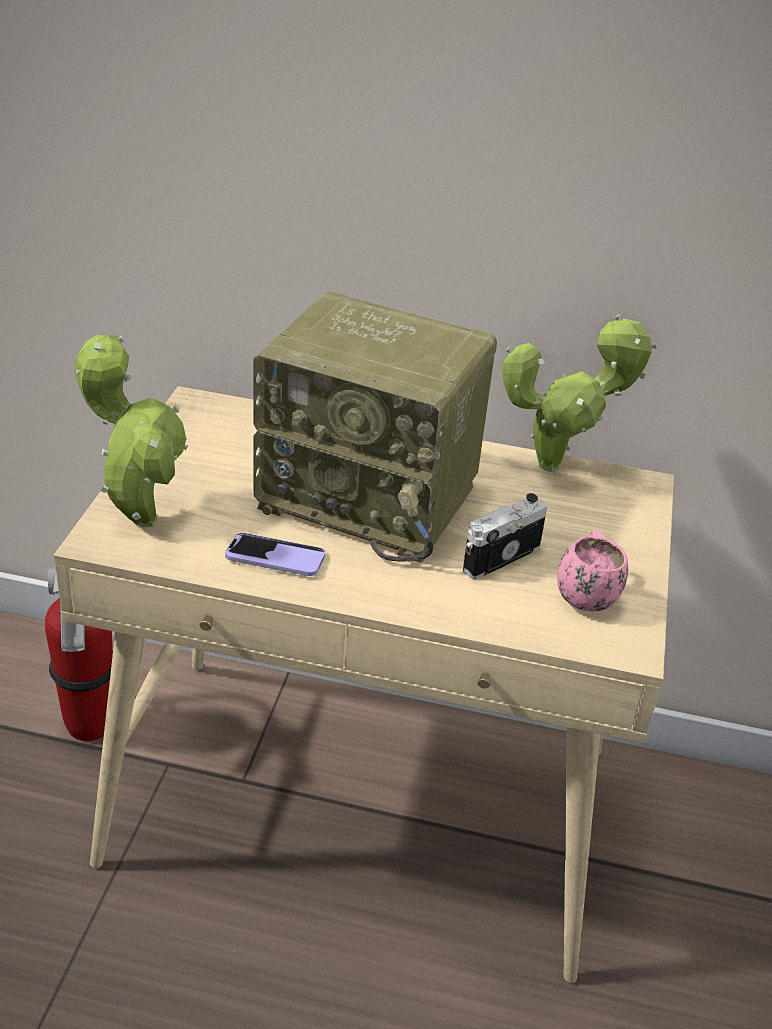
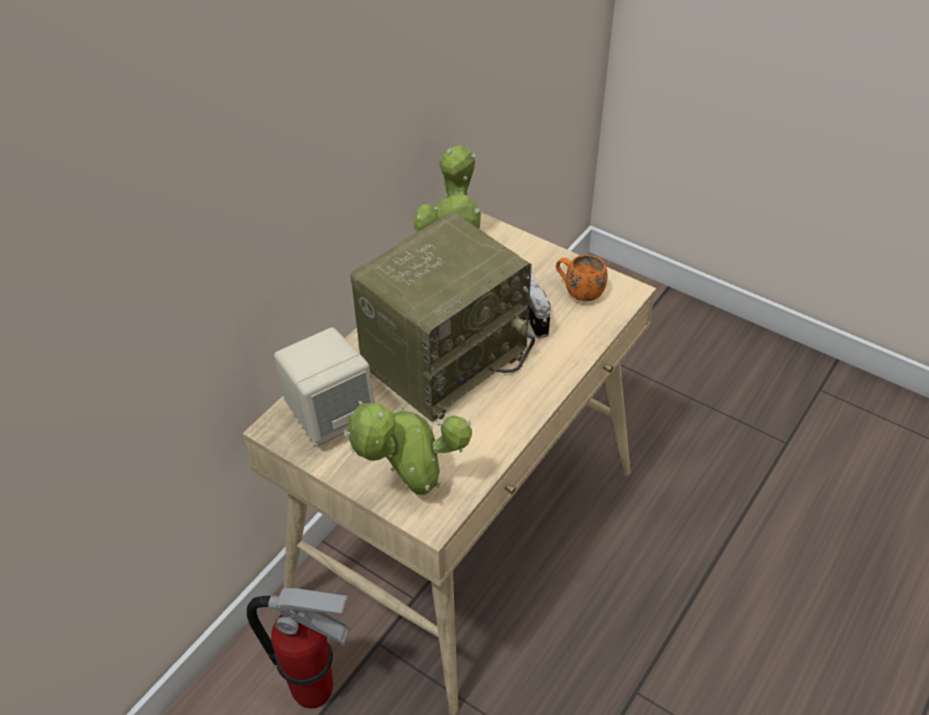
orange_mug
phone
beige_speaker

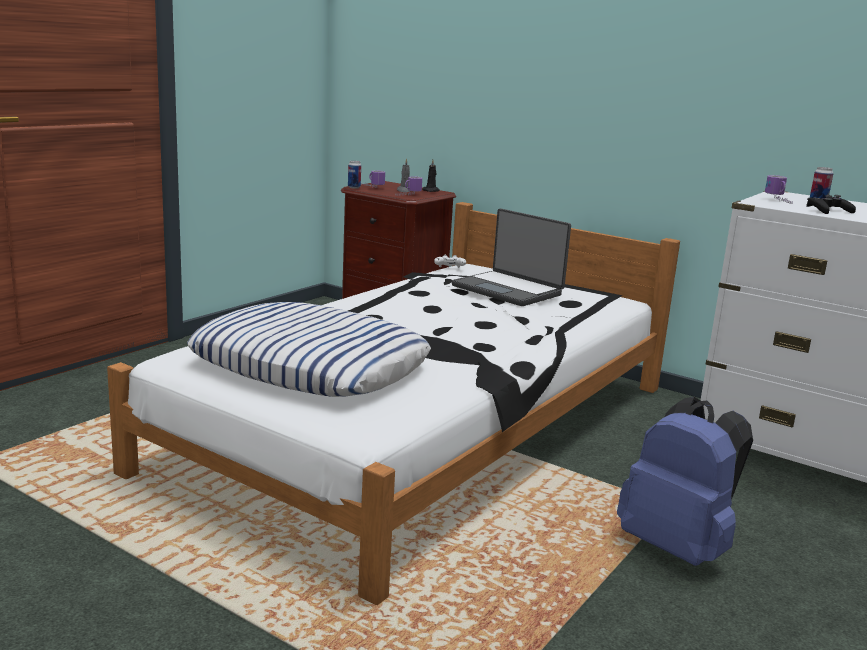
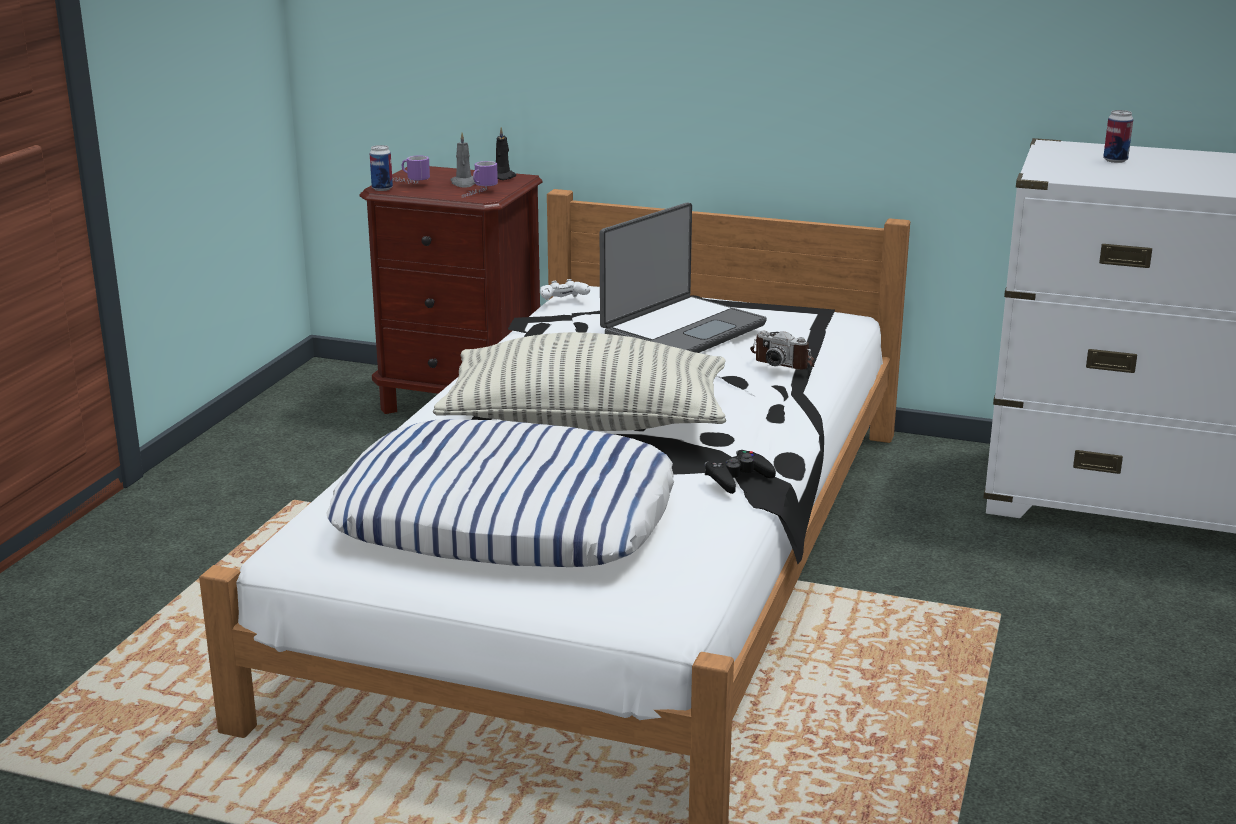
mug (no. 3 from left in the first image)
black_game_controller
laptop
blue_backpack
photo_camera
pillow (no. 2 from left)

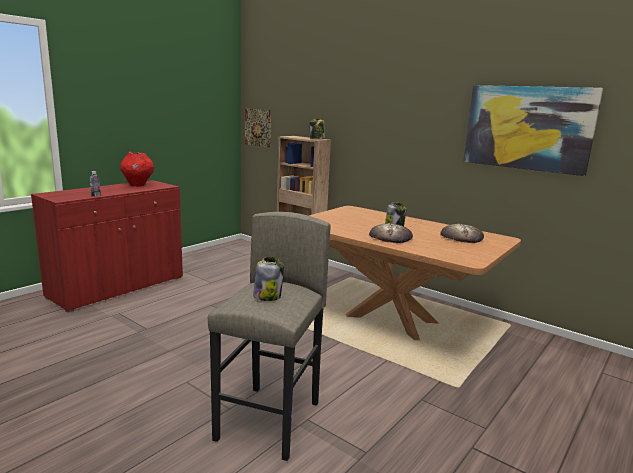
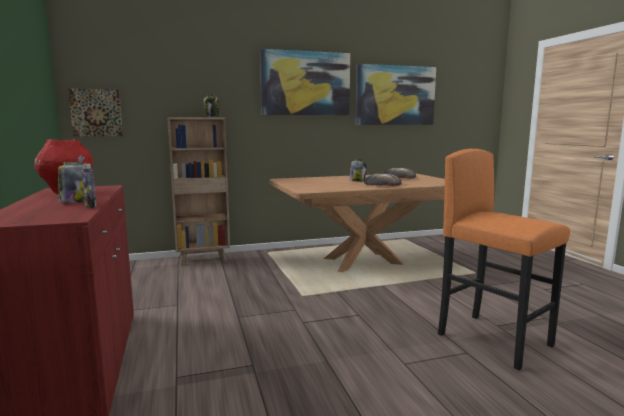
orange_stool
jar (no. 1 from left)
picture (no. 2 from left)

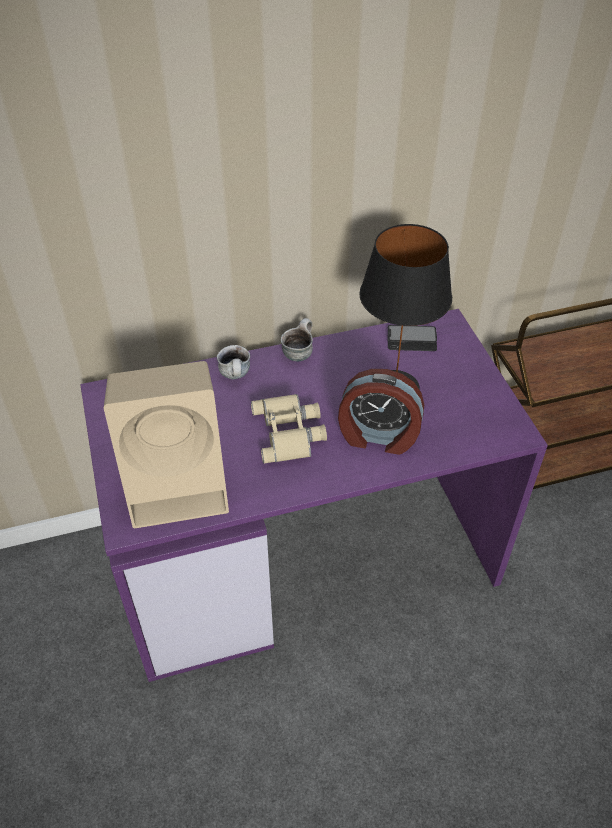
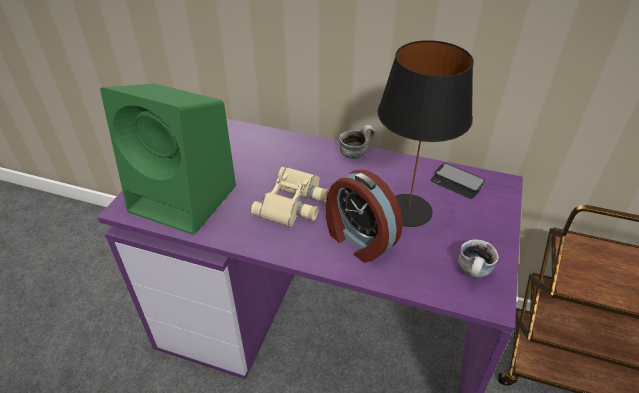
mug (no. 2 from left)
green_speaker

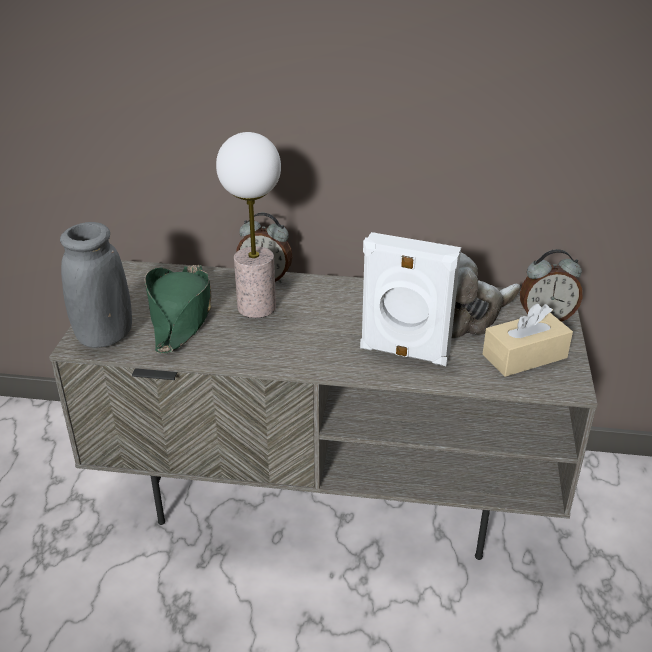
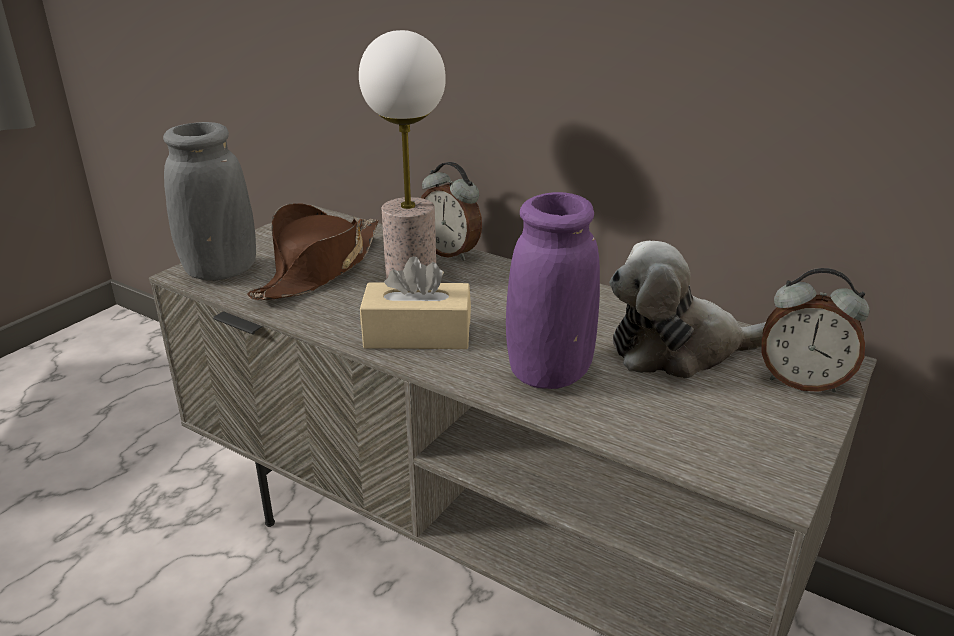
purple_vase
brown_hat
beige_tissue_box

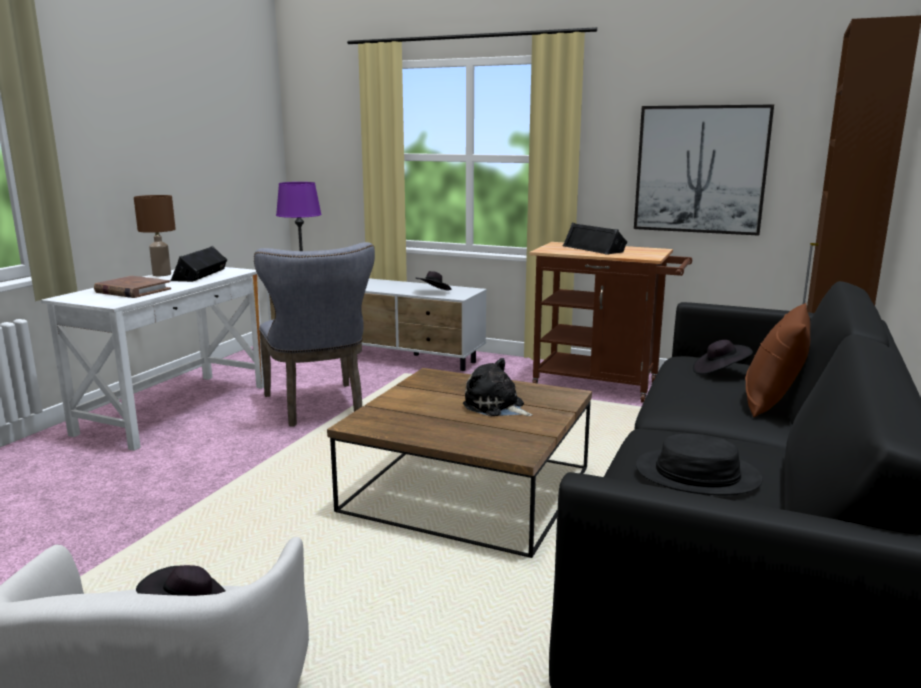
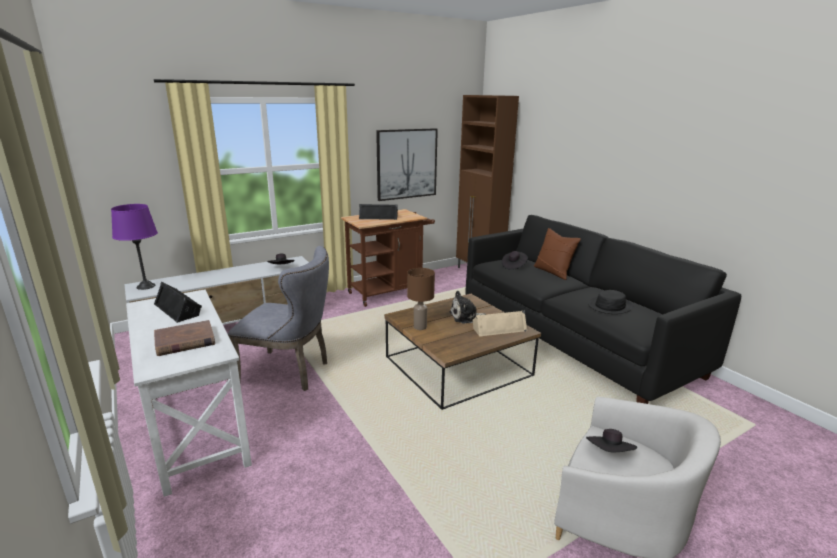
brown_table_lamp
beige_speaker

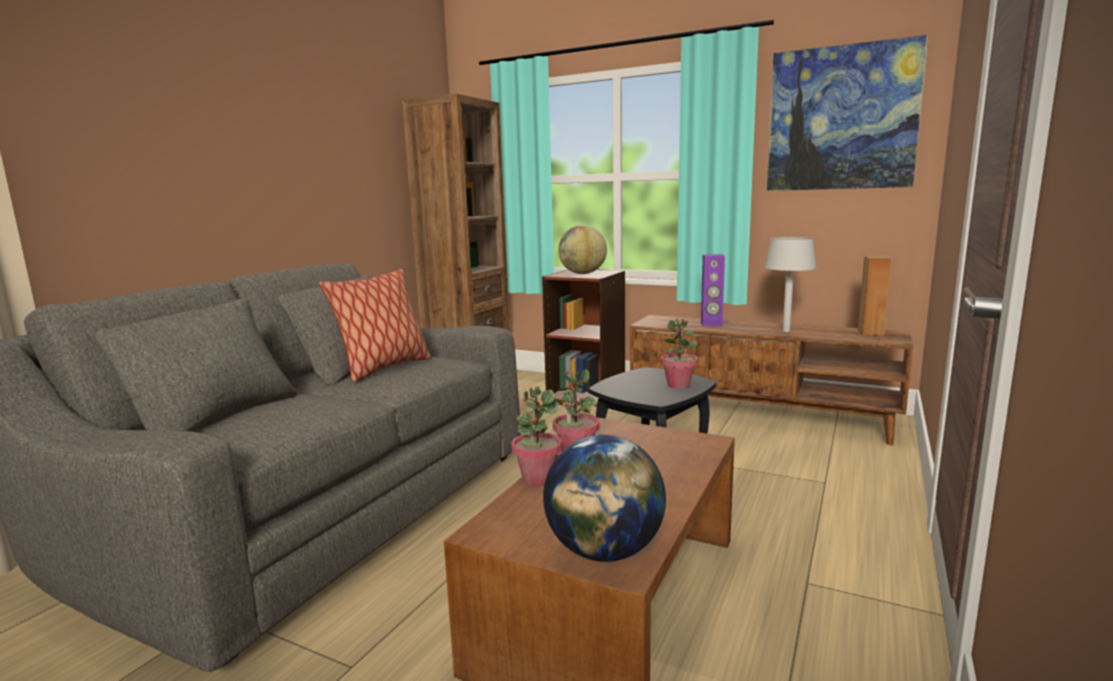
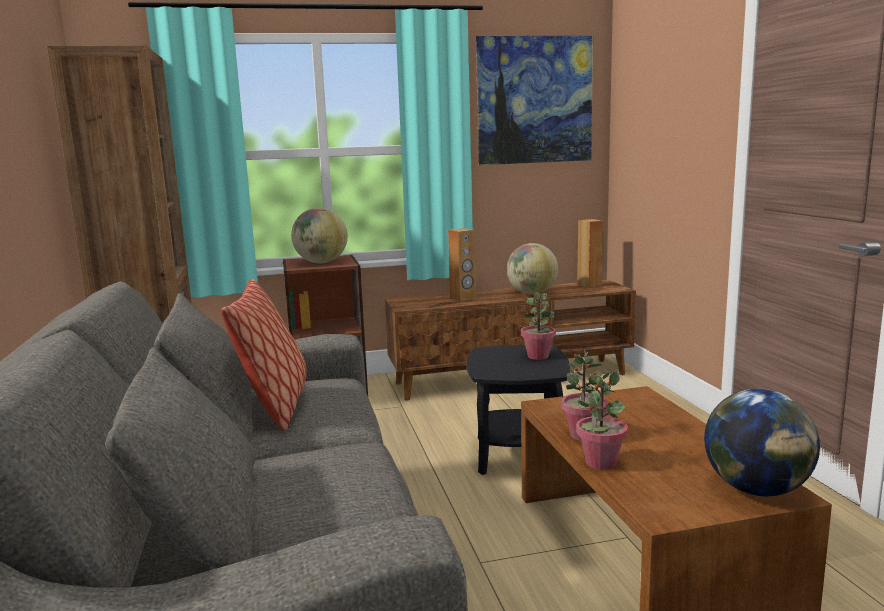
globe (no. 2 from left)
brown_speaker (no. 1 from left)

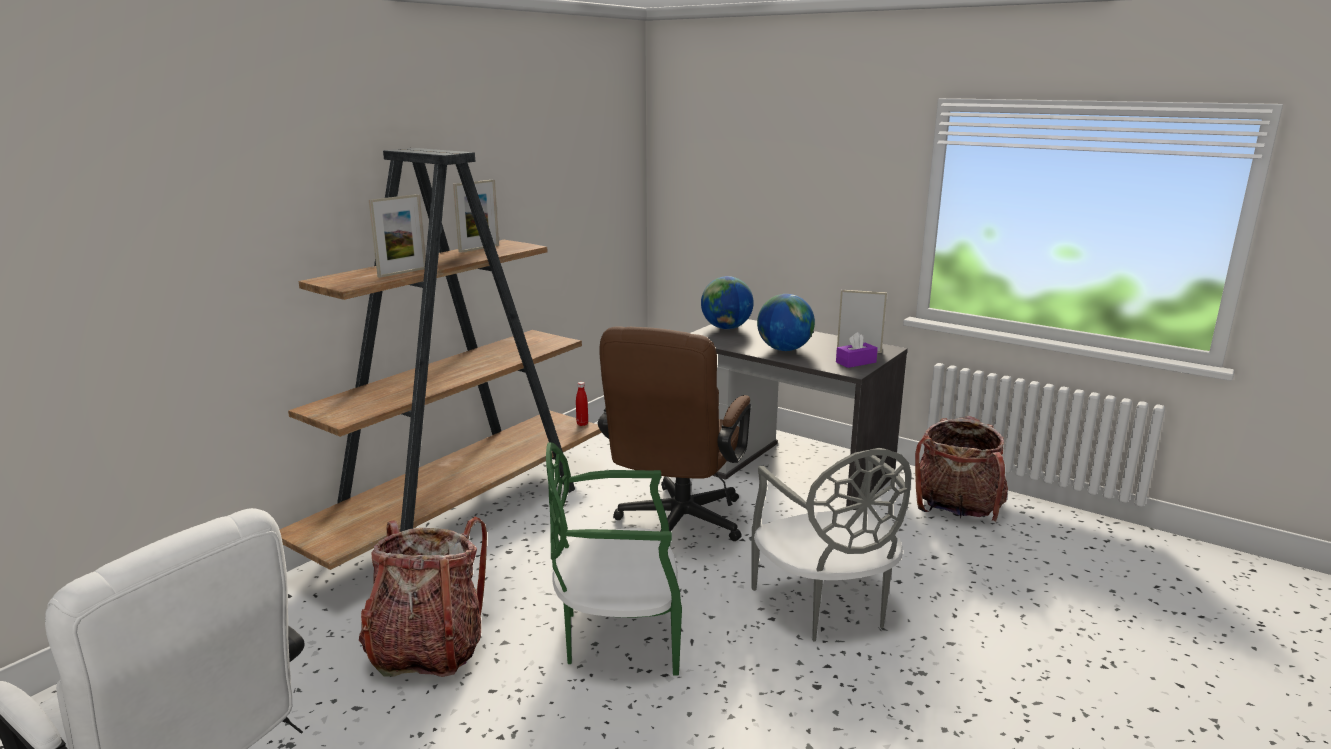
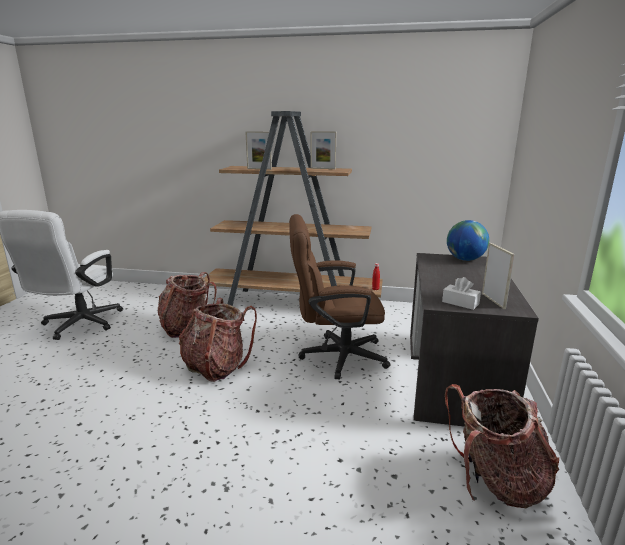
globe (no. 2 from left in the first image)
white_tissue_box
backpack (no. 2 from left)
grey_chair

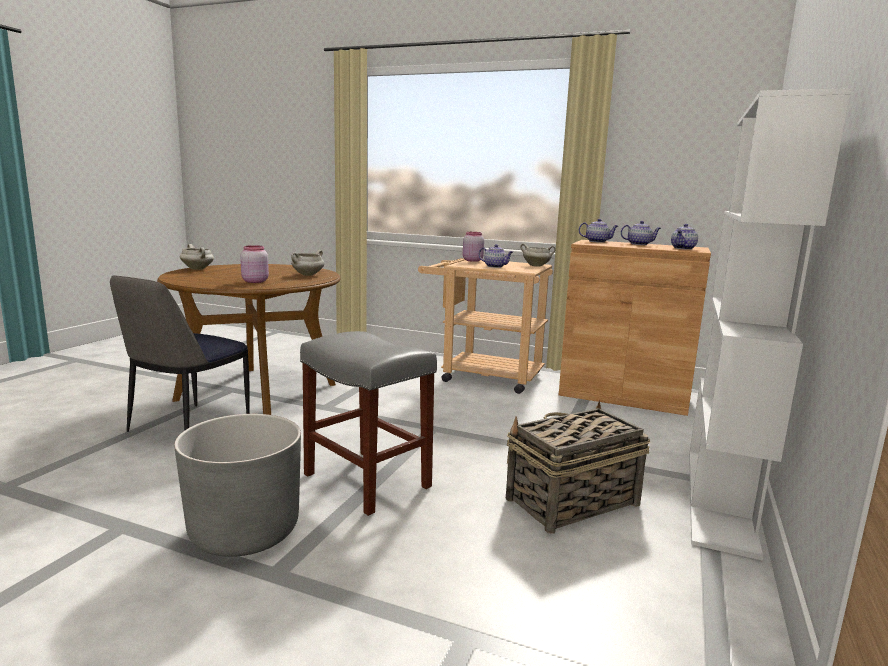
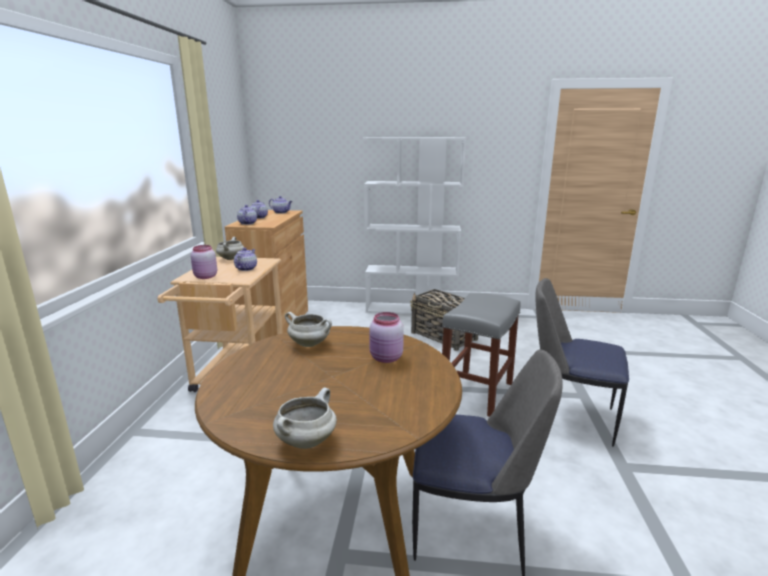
chair (no. 2 from left)

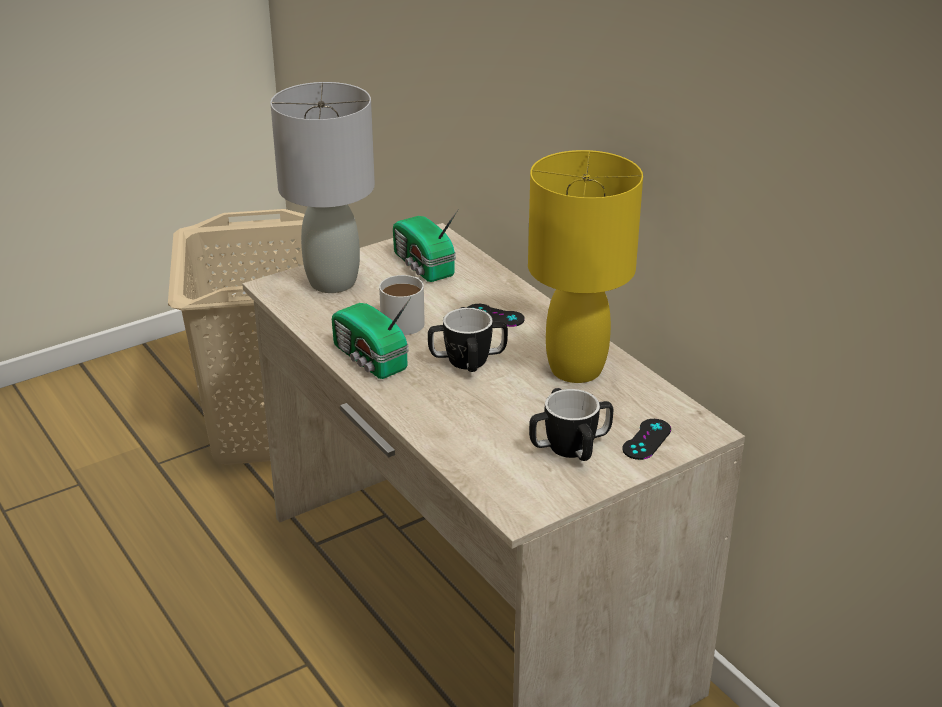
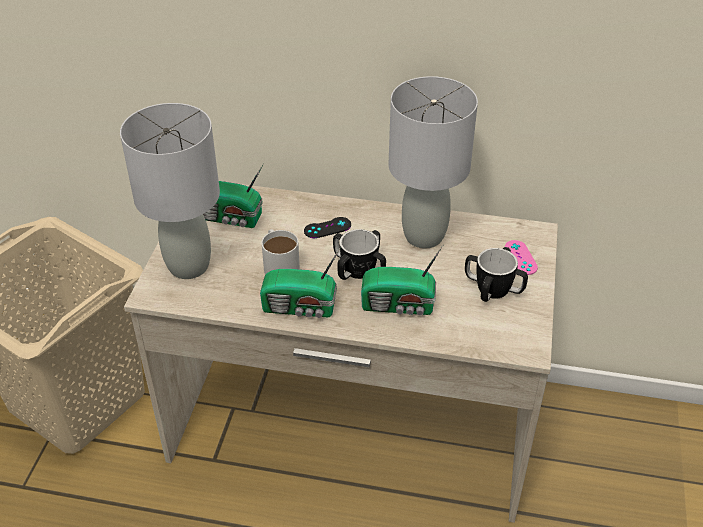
grey_table_lamp (no. 2 from left)
pink_game_controller
radio (no. 3 from left)

